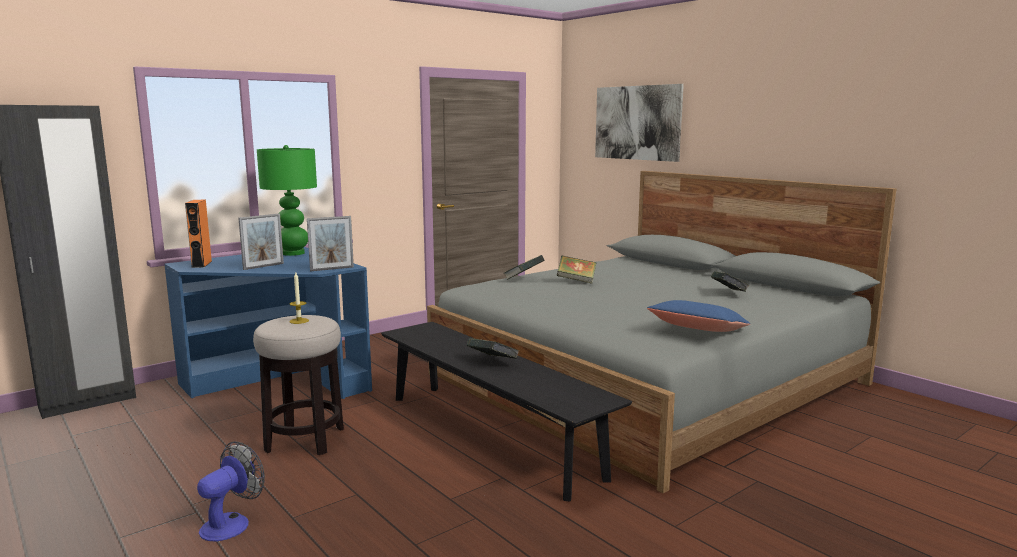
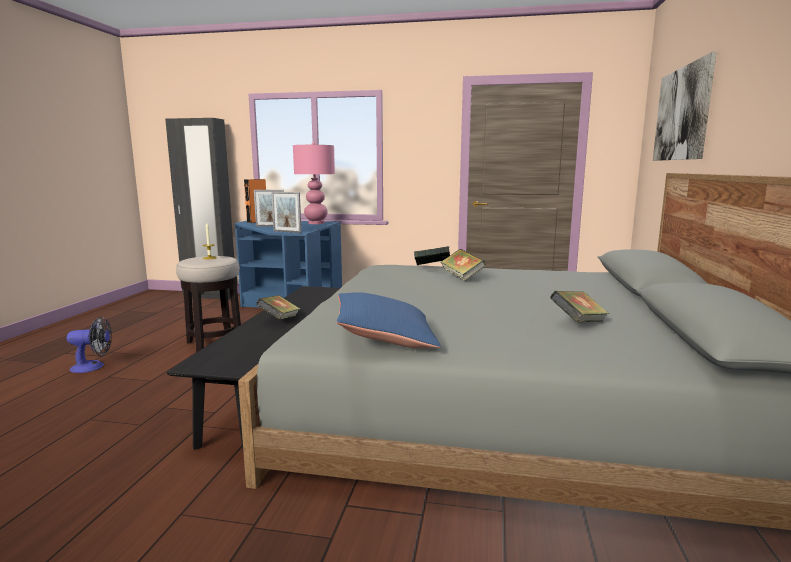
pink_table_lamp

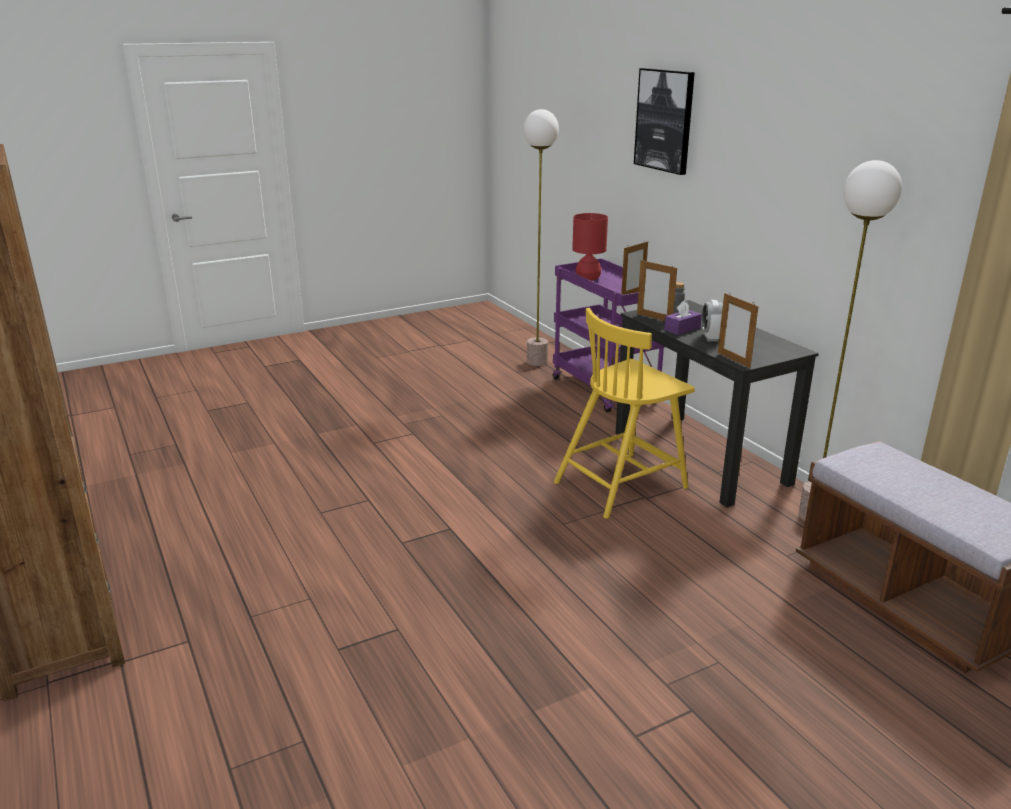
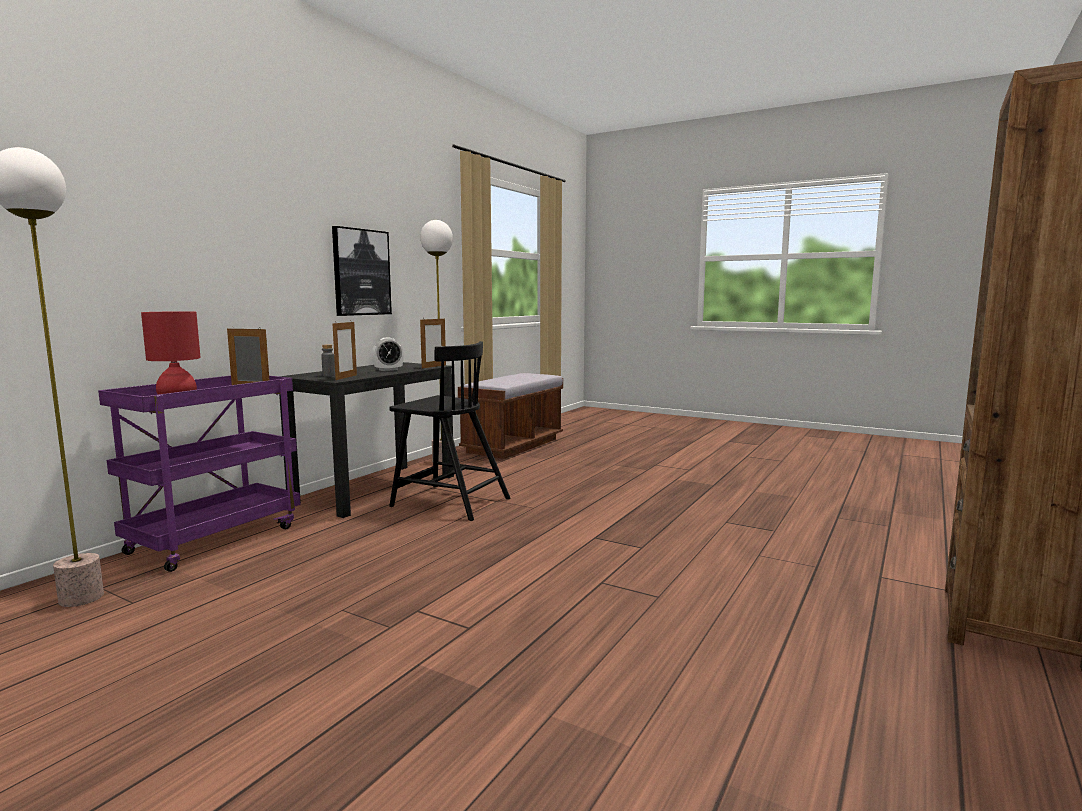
picture
purple_tissue_box
black_chair

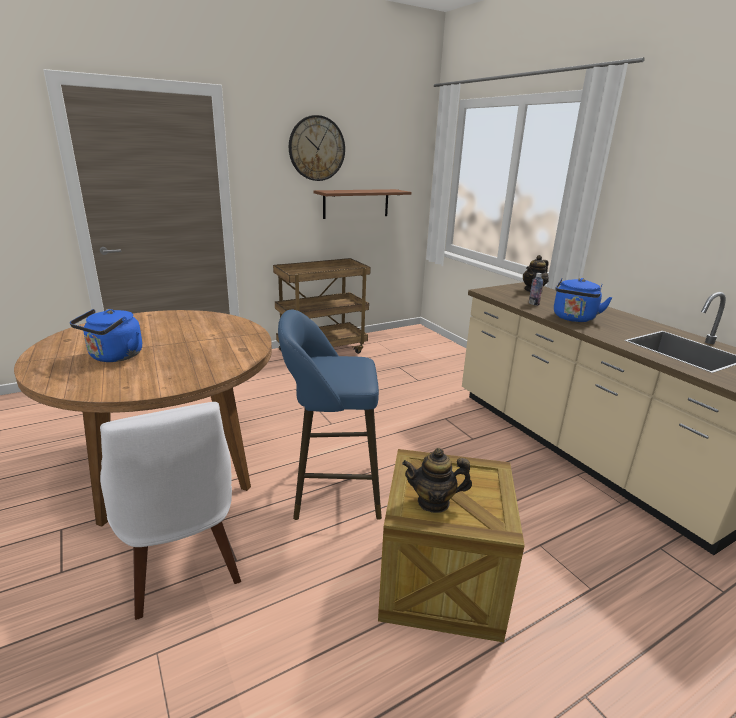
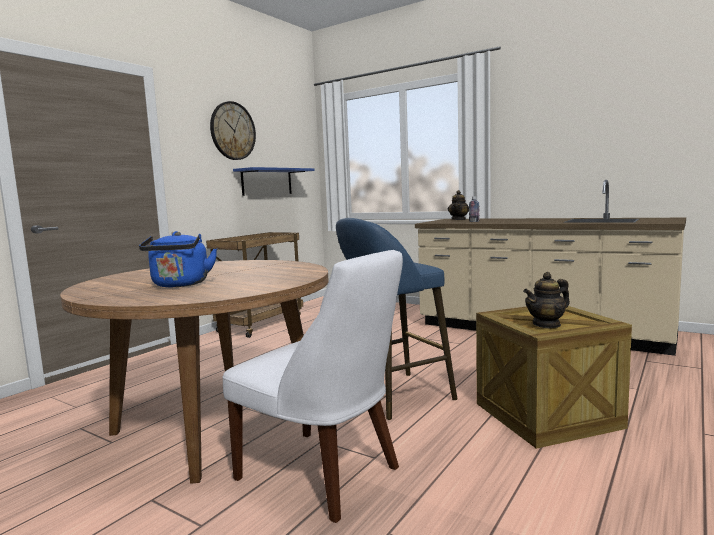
blue_shelf
blue_kettle (no. 2 from left in the first image)

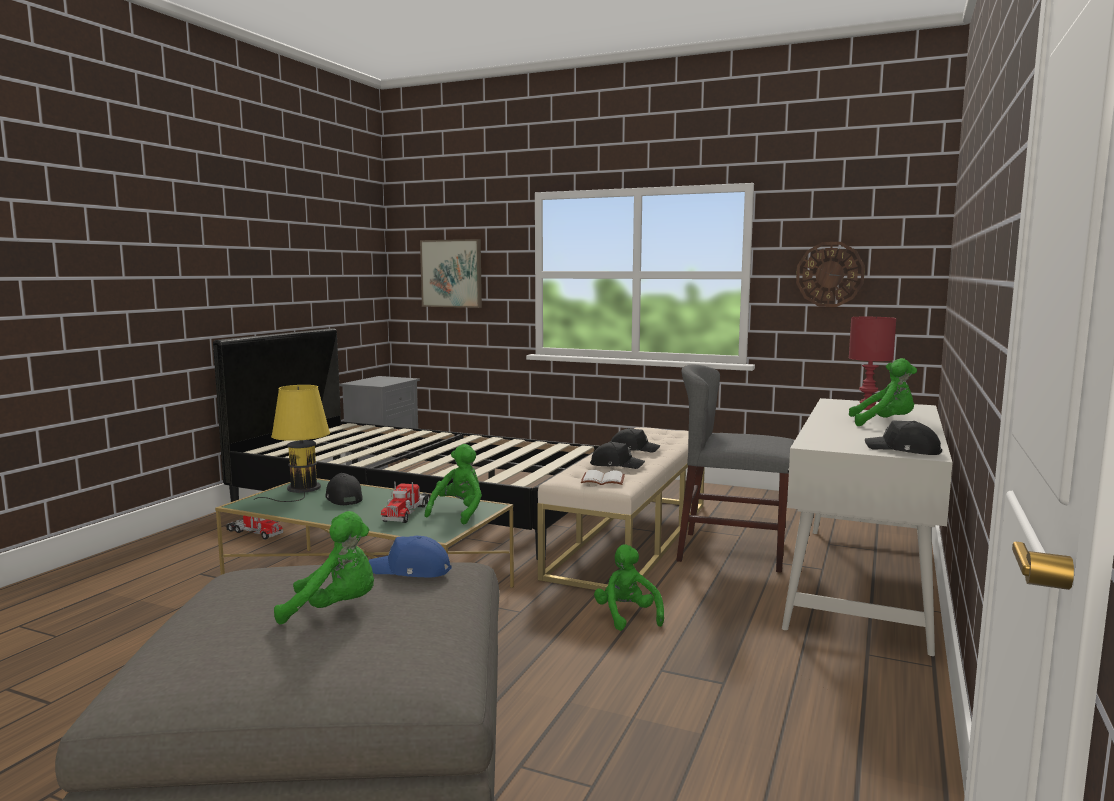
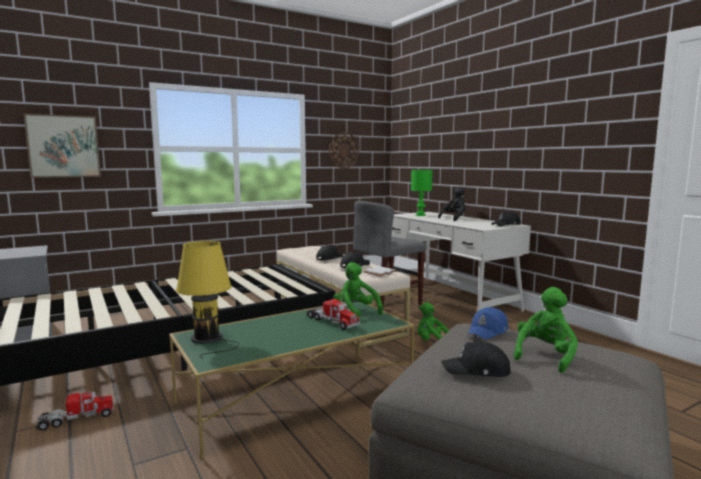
green_table_lamp
black_plush_toy
black_cap (no. 3 from left)

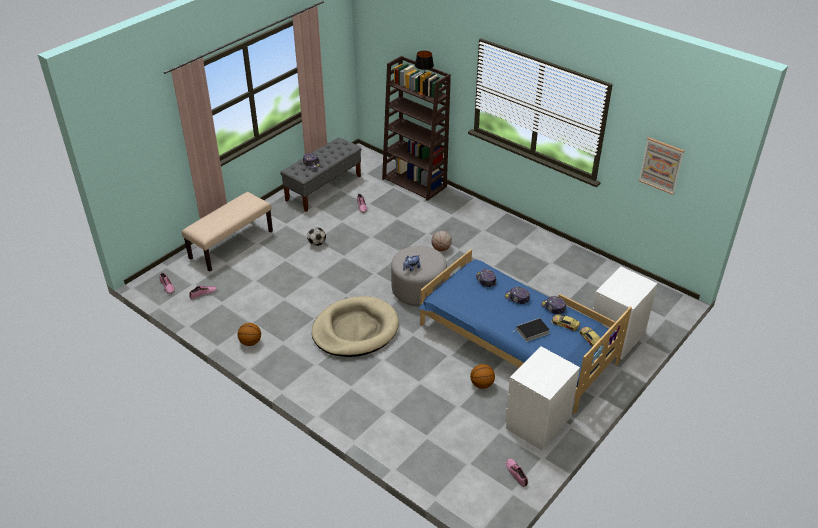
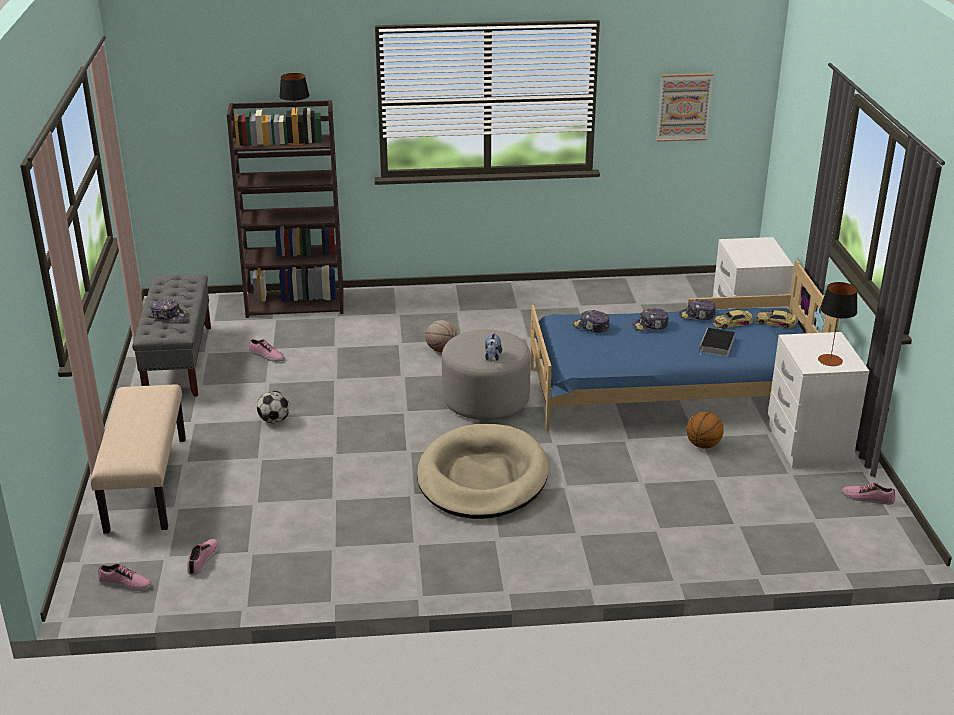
basketball (no. 1 from left in the first image)
table_lamp (no. 2 from left)

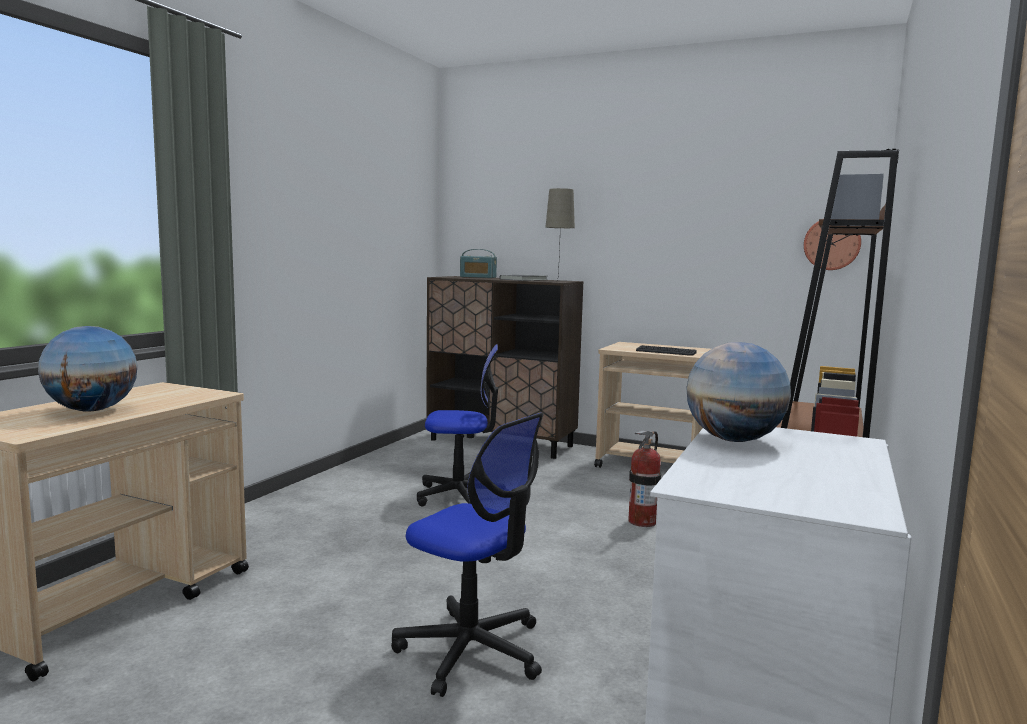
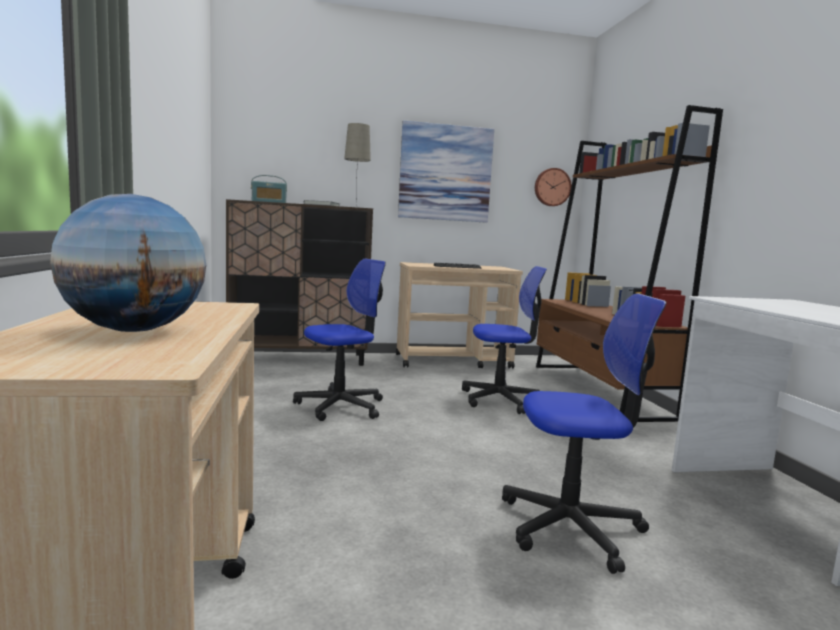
globe (no. 2 from left in the first image)
office_chair (no. 2 from left)
picture

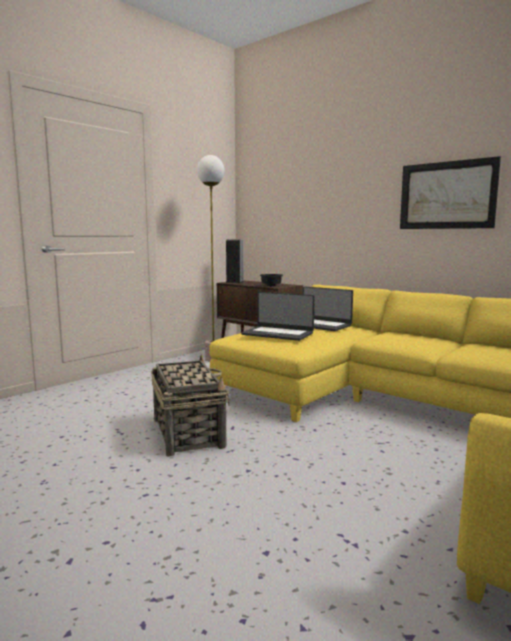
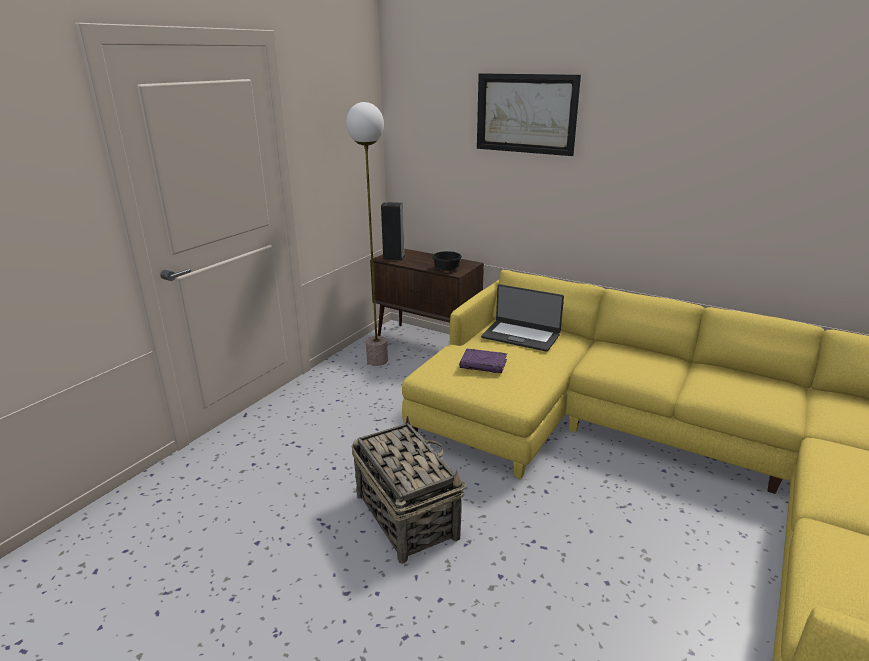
picture
purple_book

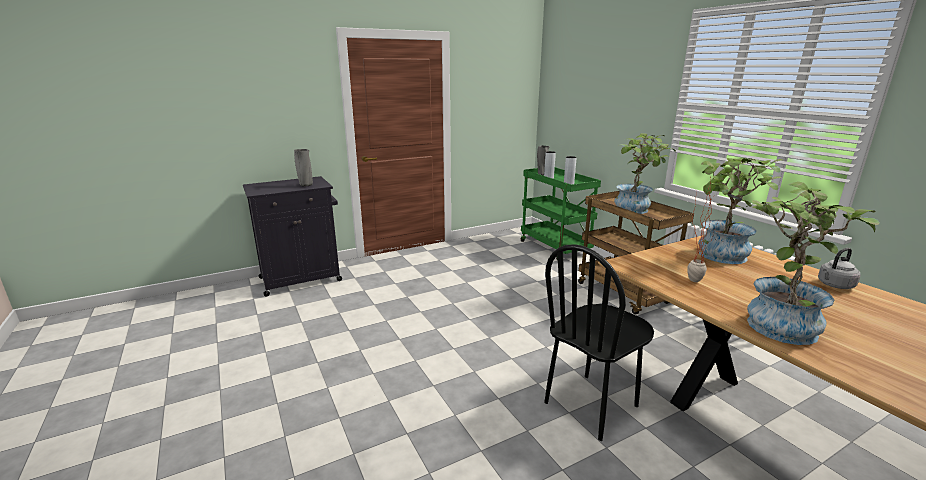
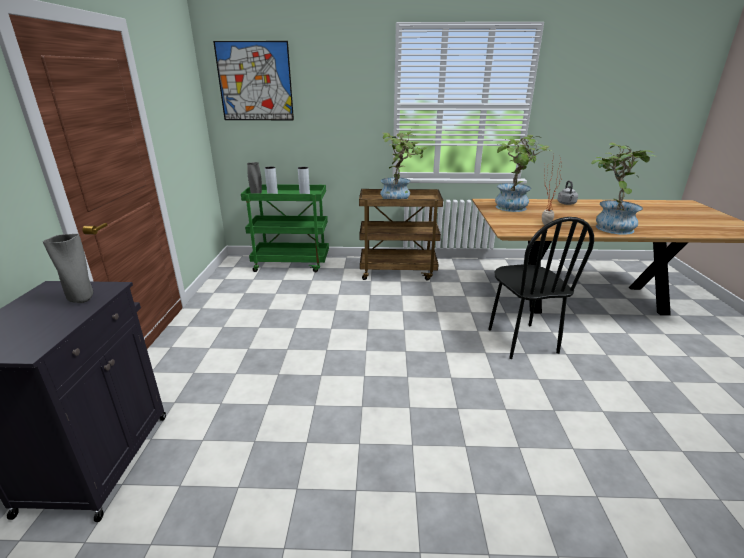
picture

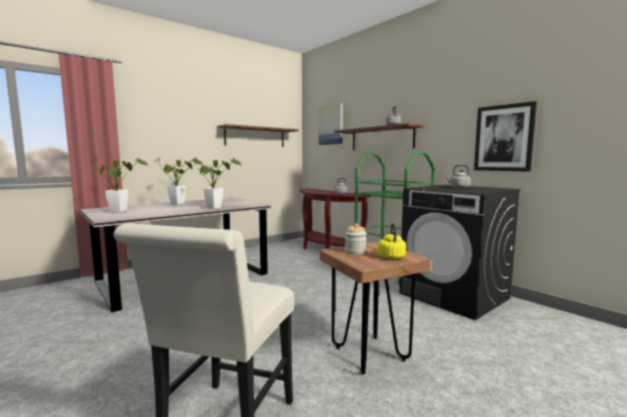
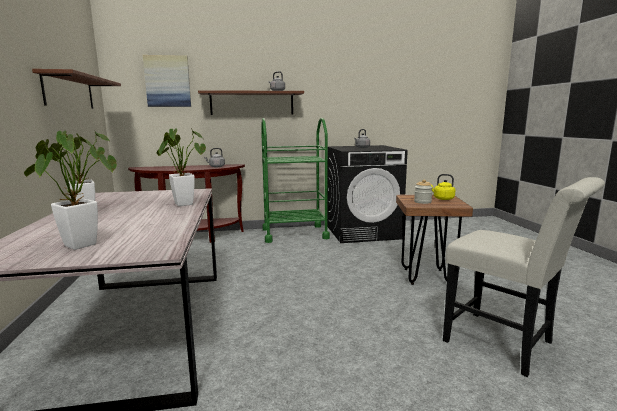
picture (no. 2 from left in the first image)

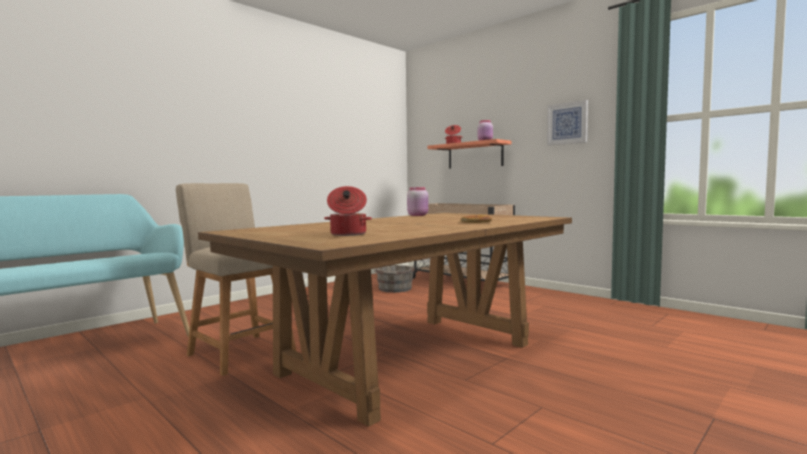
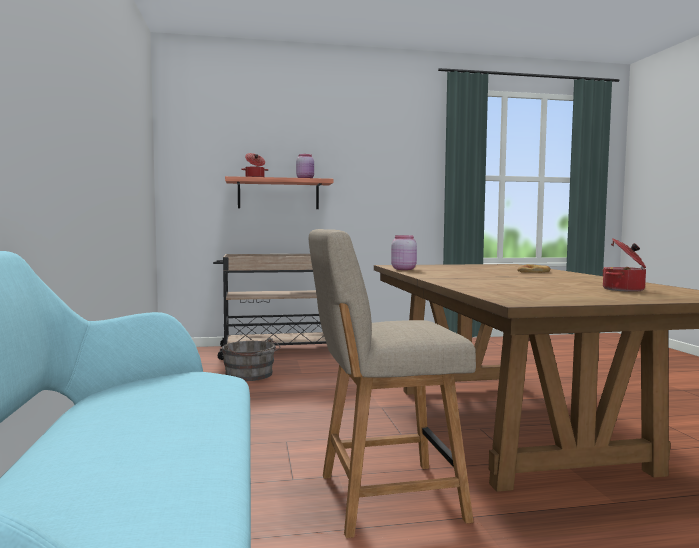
picture

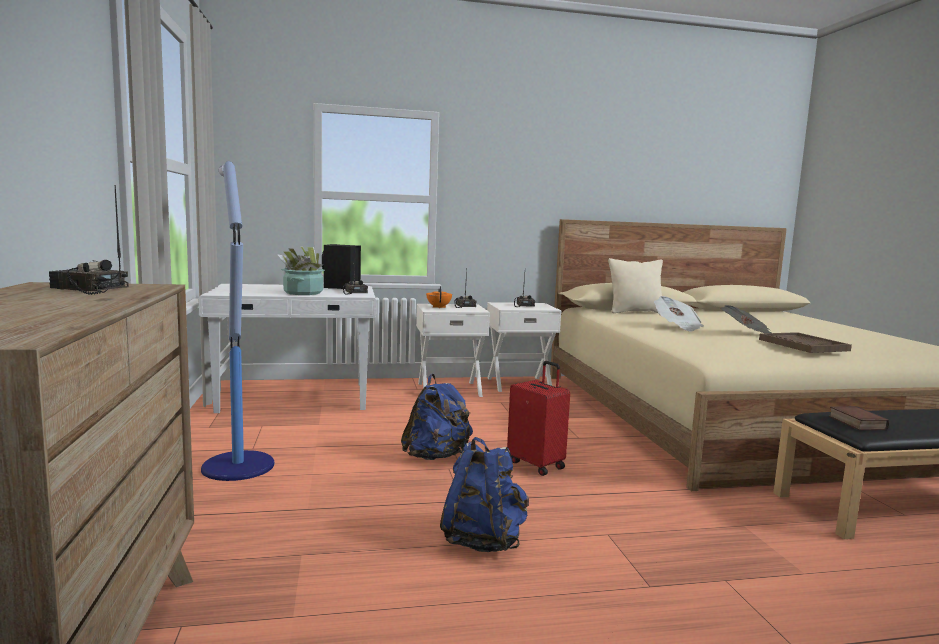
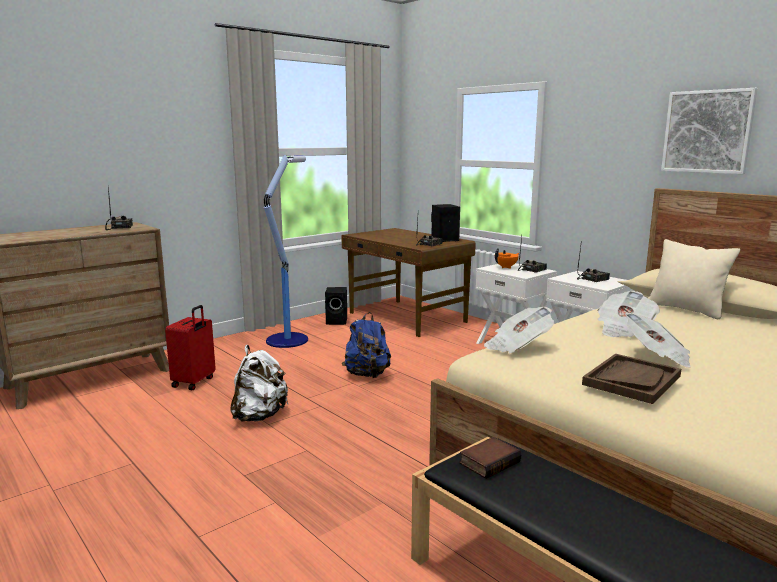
potted_plant
brown_desk
red_suitcase
white_backpack
picture
black_speaker (no. 1 from left)
newspaper (no. 1 from left)

